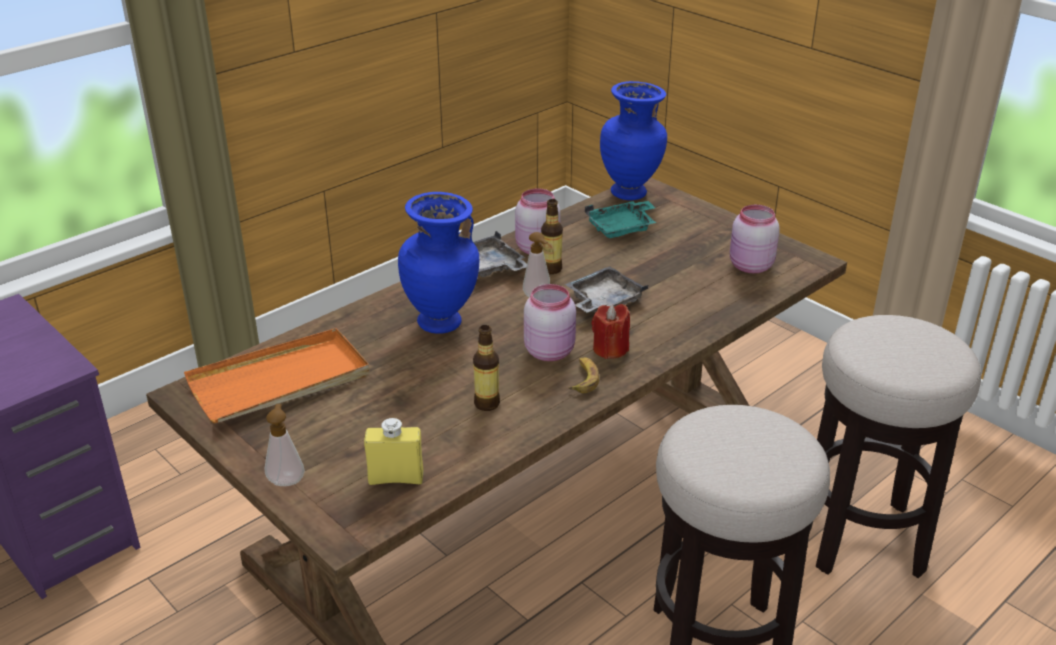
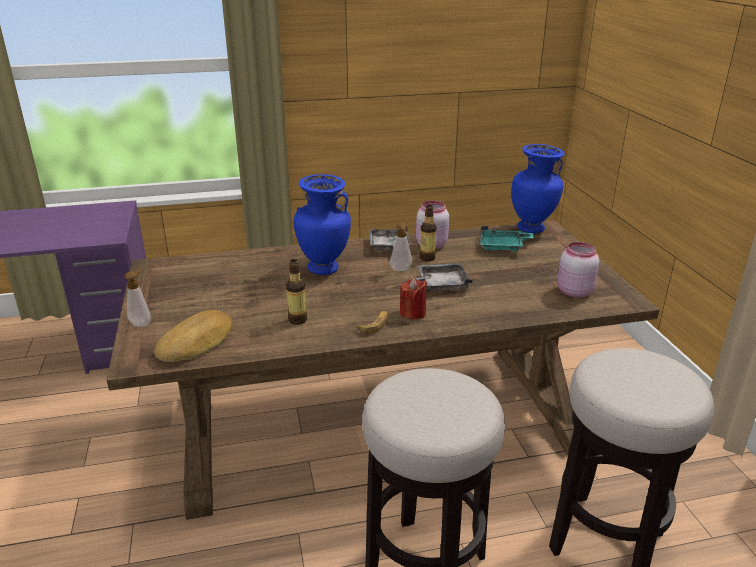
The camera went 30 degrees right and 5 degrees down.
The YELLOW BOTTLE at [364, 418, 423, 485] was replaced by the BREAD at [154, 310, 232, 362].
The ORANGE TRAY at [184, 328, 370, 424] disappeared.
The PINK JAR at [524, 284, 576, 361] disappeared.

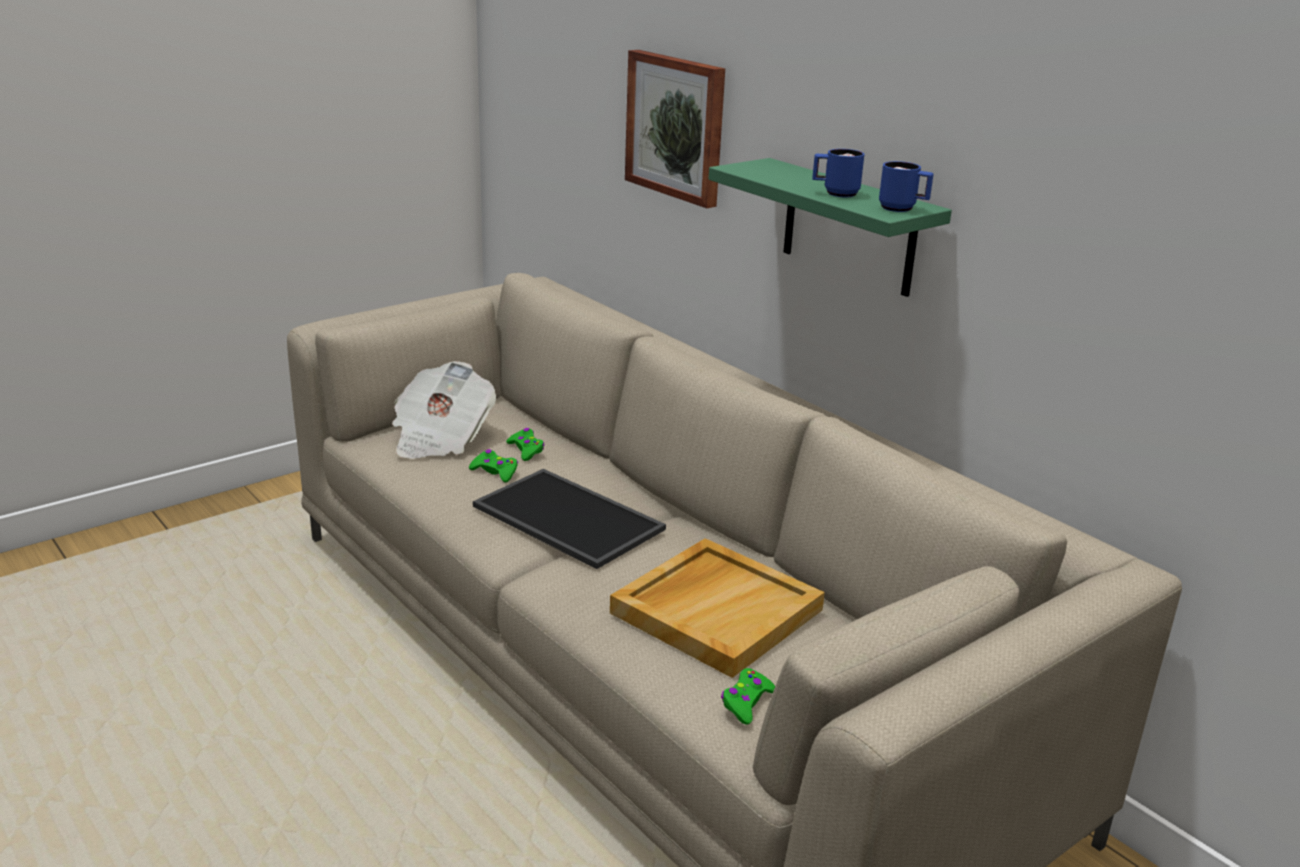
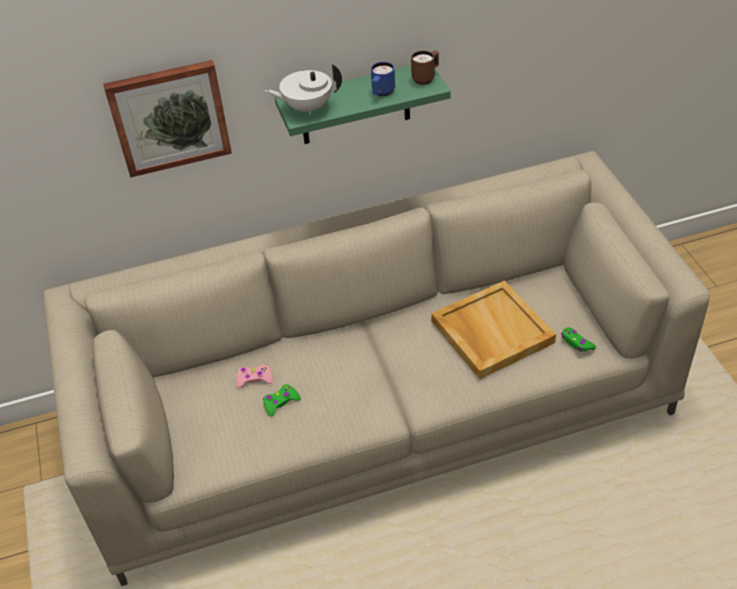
The camera went 65 degrees left and 20 degrees up.
The GREEN GAME CONTROLLER at [506, 428, 544, 461] became the PINK GAME CONTROLLER at [236, 364, 273, 388].
The WHITE TEAPOT at [265, 64, 342, 115] appeared.
The BLUE MUG at [879, 161, 934, 212] became the BROWN MUG at [411, 50, 439, 85].
The NEWSPAPER at [392, 361, 496, 459] disappeared.
The TRAY at [473, 469, 666, 569] disappeared.

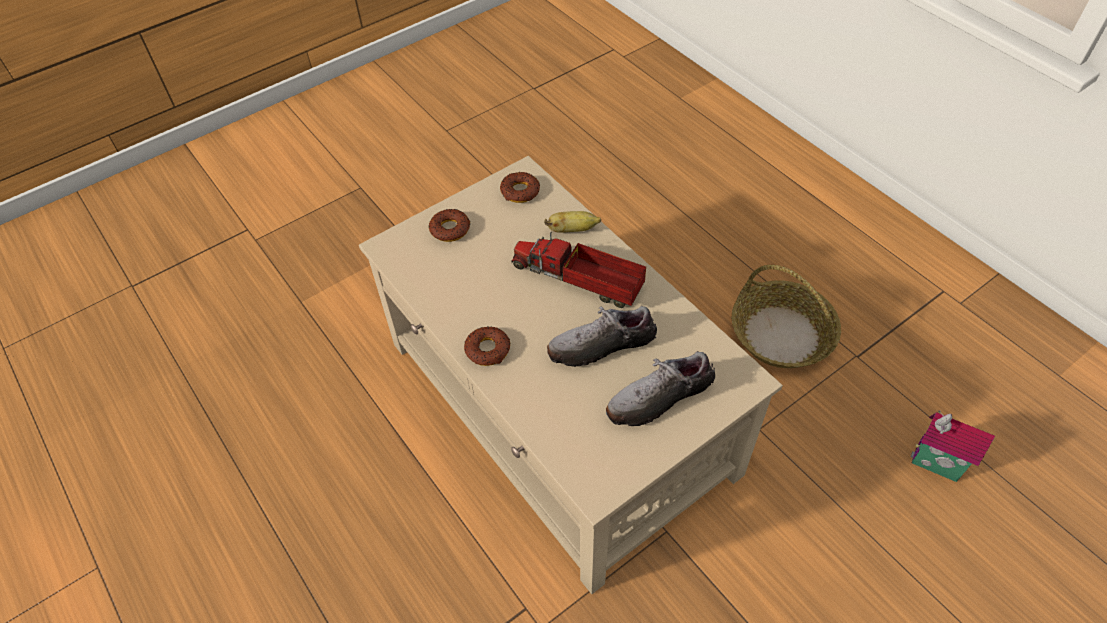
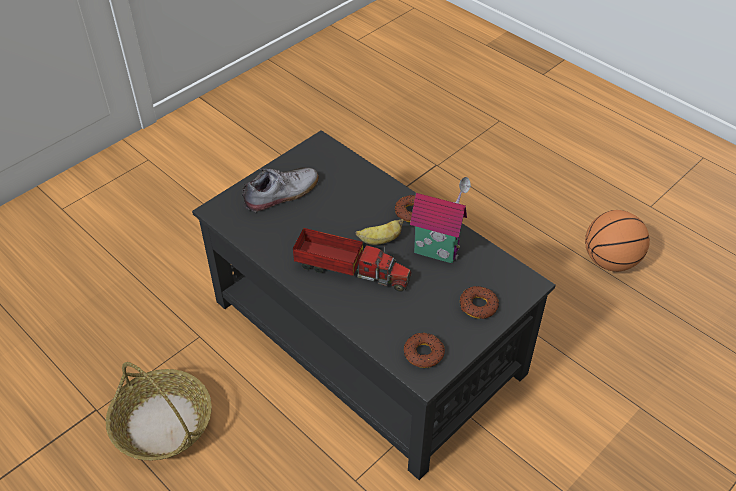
The camera went 170 degrees right and 5 degrees down.
The BEIGE COFFEE TABLE at [359, 156, 783, 594] became the BLACK COFFEE TABLE at [192, 130, 556, 480].
The BANANA moved from [544, 211, 601, 233] to [356, 219, 404, 245].
The TOY HOUSE moved from [911, 410, 995, 482] to [410, 177, 471, 264].
The BASKETBALL at [585, 210, 650, 272] appeared.
The SHOE at [547, 306, 657, 367] disappeared.

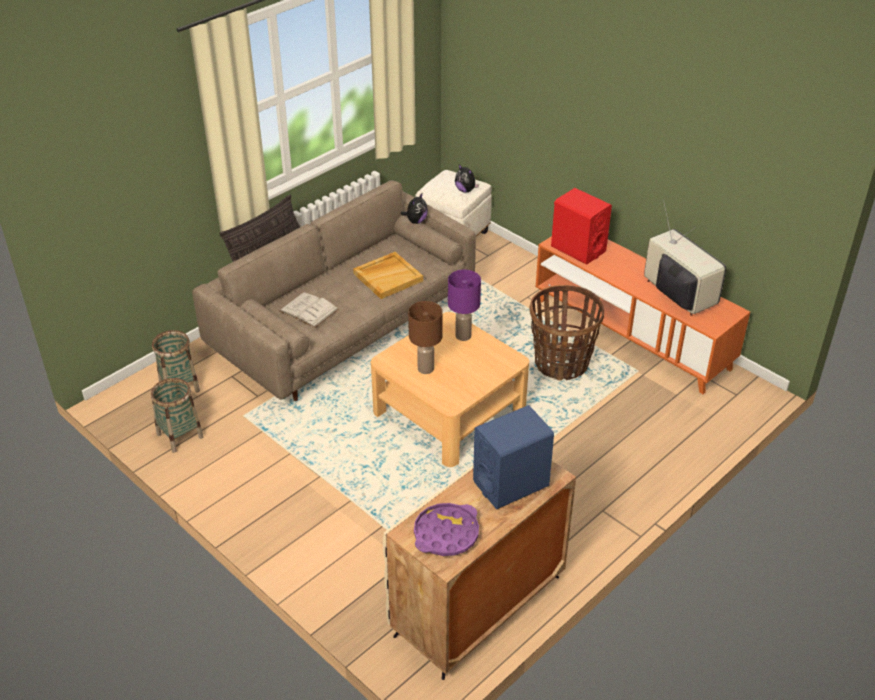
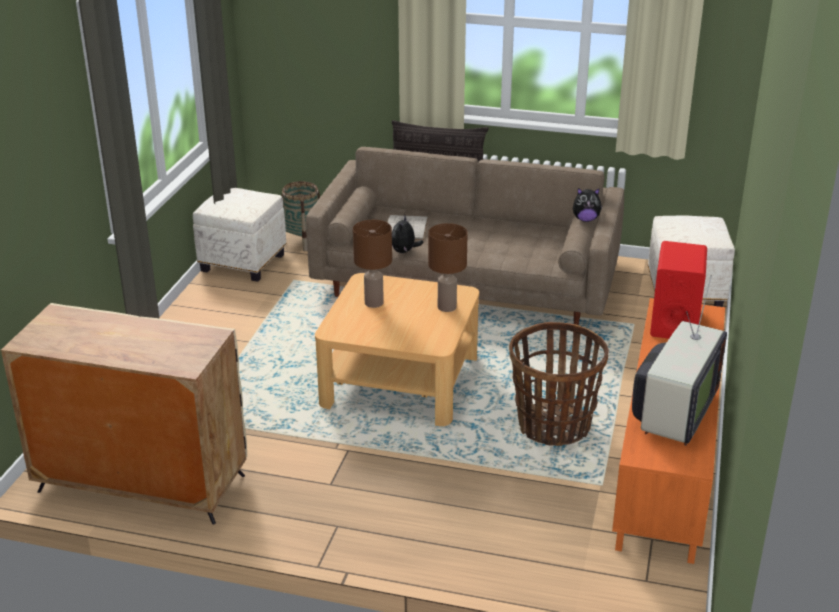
The camera went 60 degrees right and 10 degrees down.
The BASKET at [151, 378, 203, 453] was replaced by the WHITE OTTOMAN at [193, 188, 287, 282].
The PLUSH TOY moved from [455, 164, 479, 193] to [392, 216, 424, 253].
The PURPLE TABLE LAMP at [448, 270, 481, 341] became the BROWN TABLE LAMP at [428, 223, 468, 312].
The BEIGE TRAY at [353, 252, 423, 299] disappeared.
The PURPLE TRAY at [414, 503, 479, 556] disappeared.
The BLUE SPEAKER at [473, 405, 554, 509] disappeared.

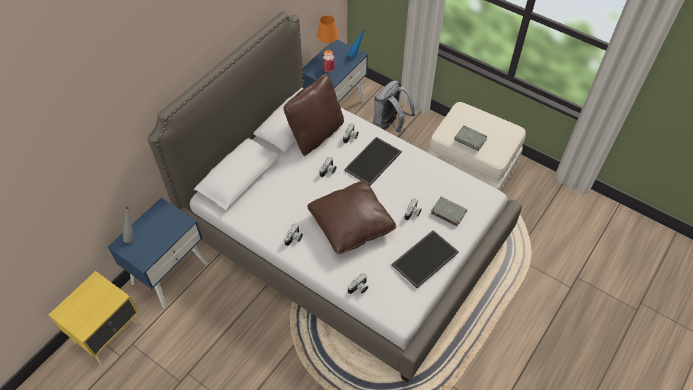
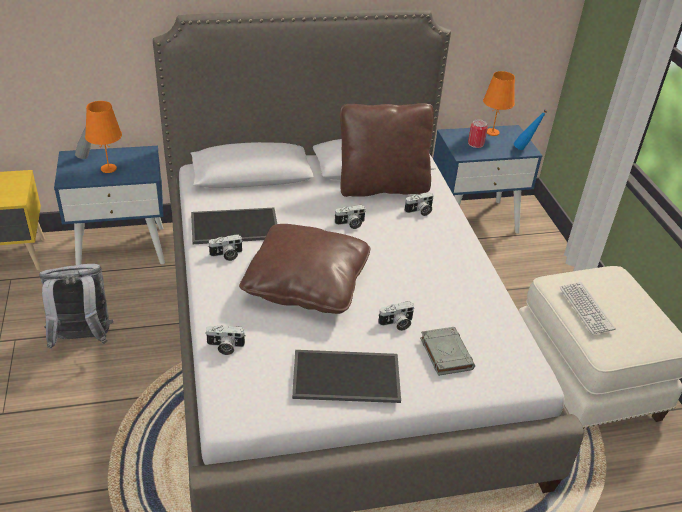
The camera went 40 degrees right and 15 degrees down.
The GREY BACKPACK moved from [373, 81, 415, 133] to [39, 264, 113, 349].
The ORANGE TABLE LAMP at [85, 101, 122, 173] appeared.
The TRAY moved from [344, 137, 402, 186] to [191, 208, 277, 244].
The GREY BOOK at [454, 125, 488, 151] was replaced by the KEYBOARD at [560, 282, 616, 334].

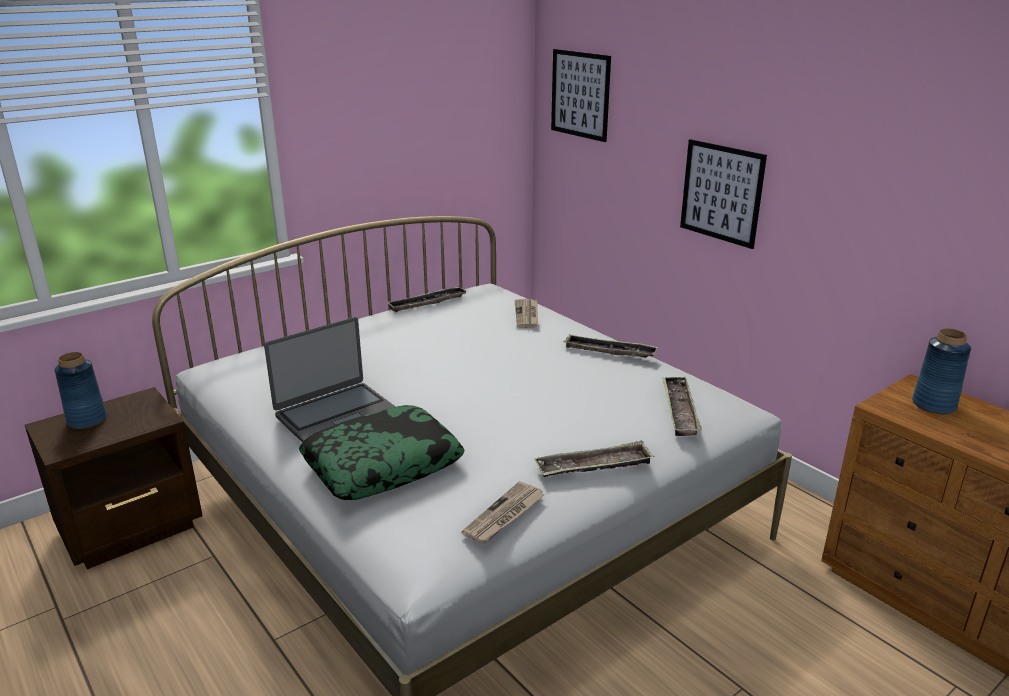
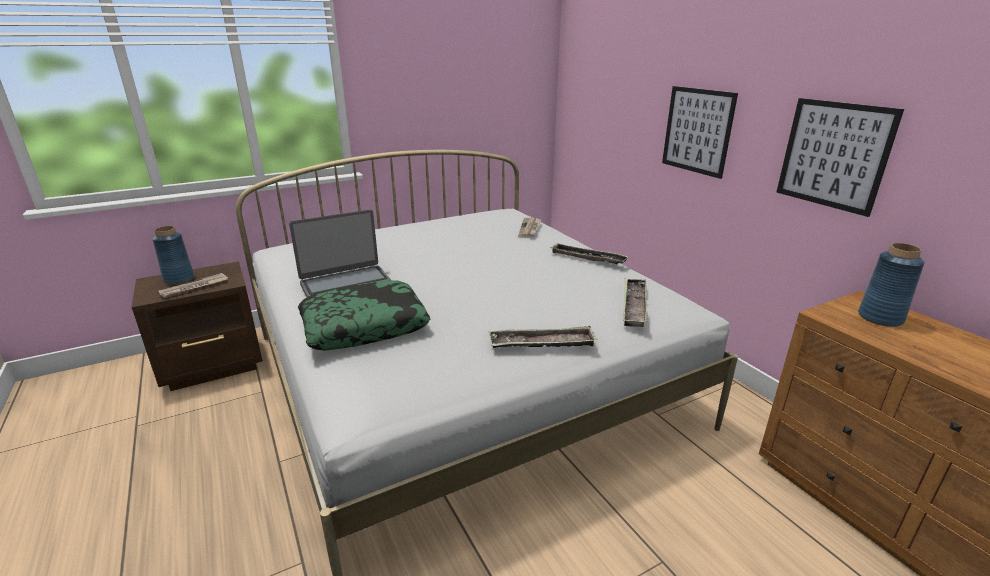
The camera went 10 degrees right and 0 degrees up.
The NEWSPAPER moved from [461, 481, 545, 544] to [159, 273, 228, 298].
The PICTURE moved from [551, 49, 611, 142] to [777, 98, 904, 217].
The TRAY at [387, 286, 467, 312] disappeared.

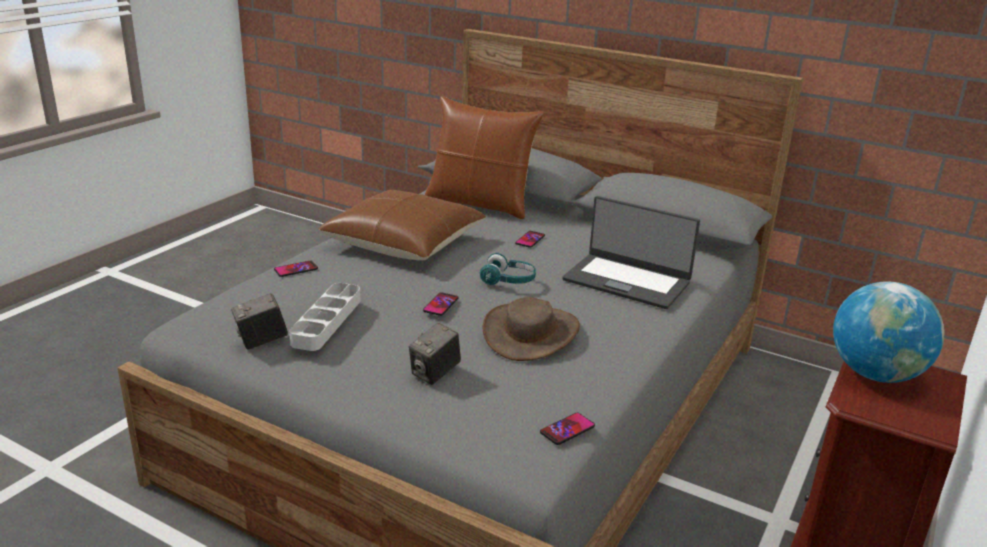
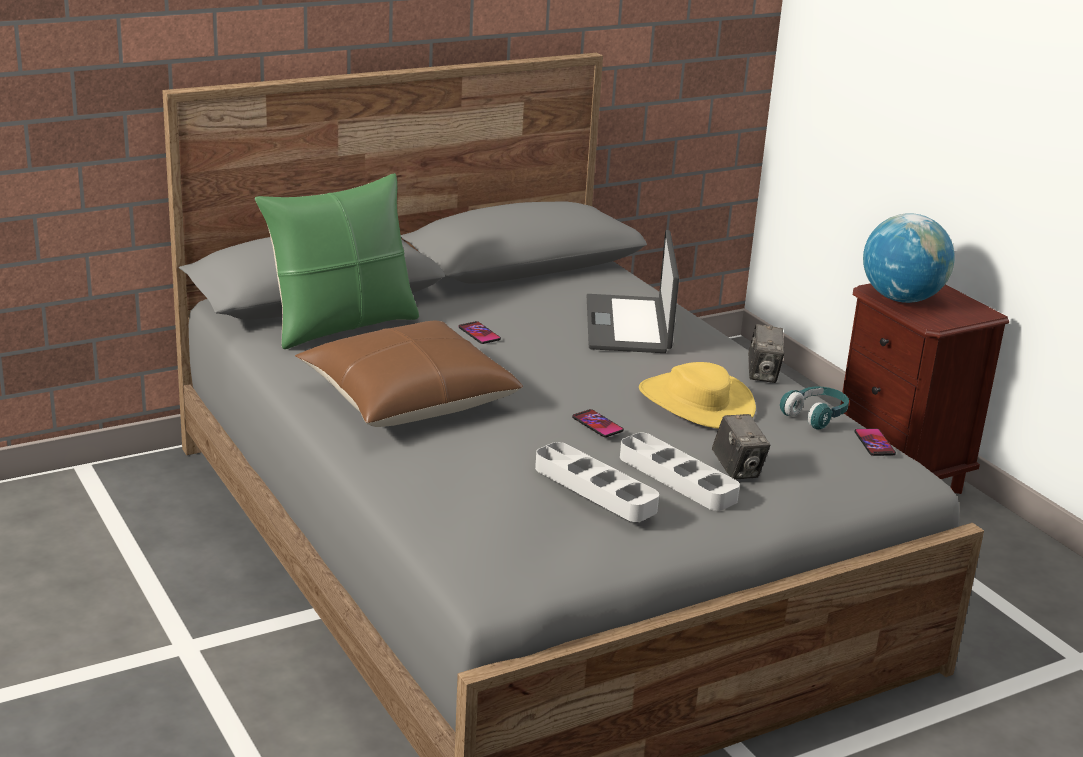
The camera went 60 degrees left and 0 degrees up.
The BROWN PILLOW at [425, 96, 544, 219] became the GREEN PILLOW at [255, 173, 419, 349].
The LAPTOP at [563, 196, 700, 309] turned 120 degrees clockwise.
The GREY TRAY at [620, 433, 740, 511] appeared.
The BROWN HAT at [483, 297, 580, 361] became the YELLOW HAT at [639, 362, 756, 429].
The PHOTO CAMERA moved from [231, 293, 288, 350] to [748, 324, 784, 383].
The TURQUOISE HEADPHONES moved from [480, 253, 536, 285] to [780, 387, 849, 429].
The PHONE at [274, 261, 318, 277] disappeared.

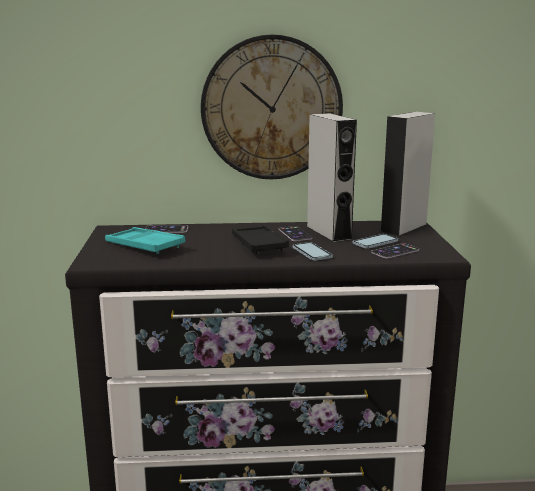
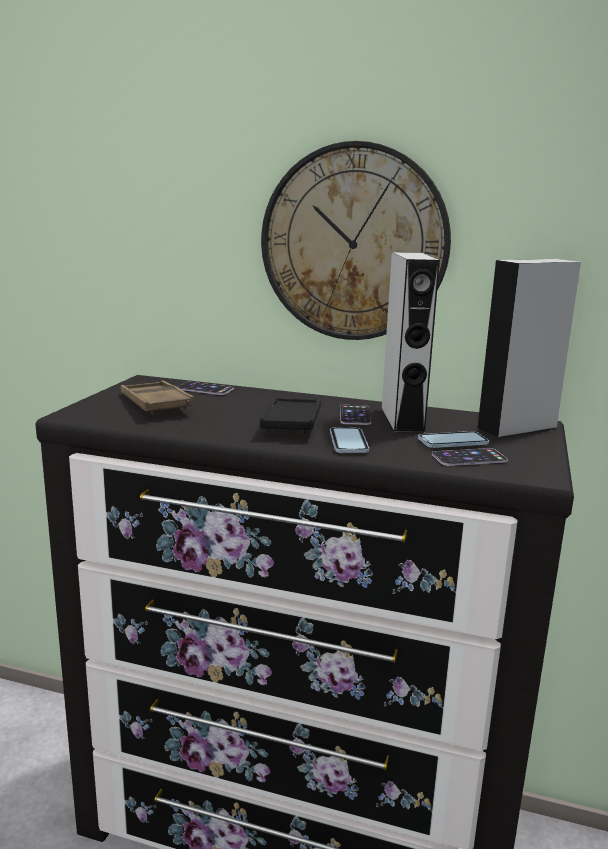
The camera went 20 degrees right and 0 degrees up.
The TURQUOISE TRAY at [105, 227, 185, 254] became the BROWN TRAY at [121, 380, 194, 415].

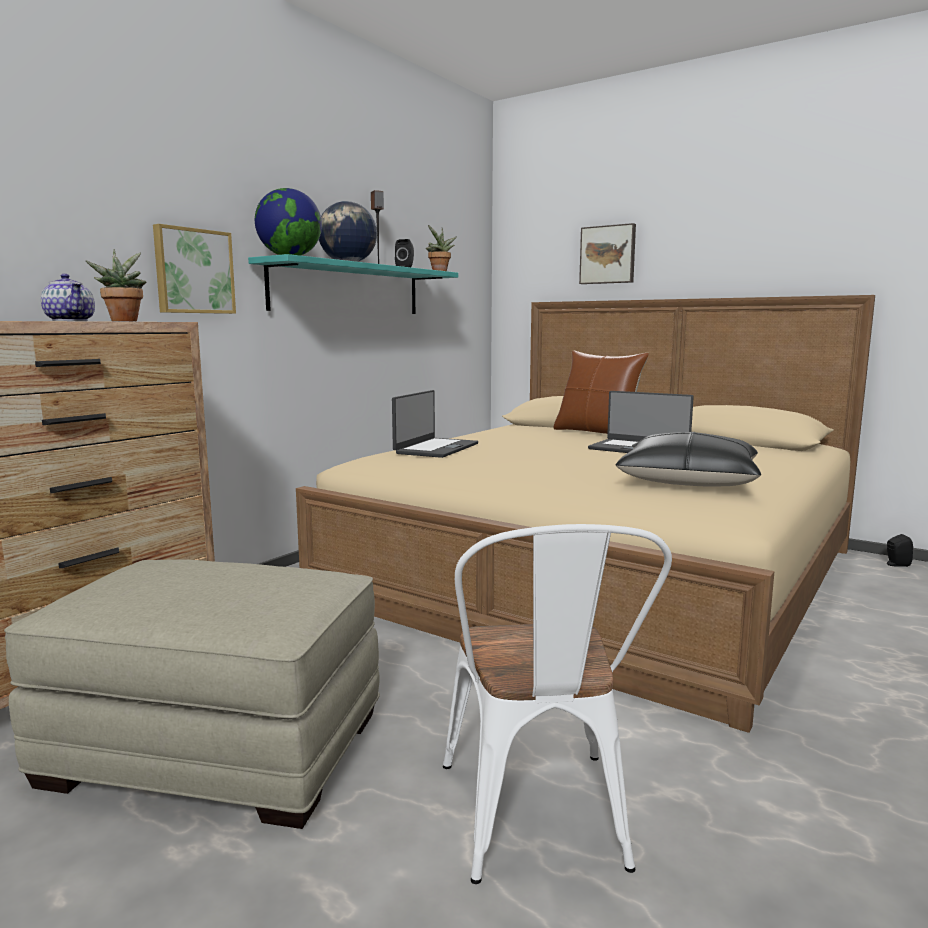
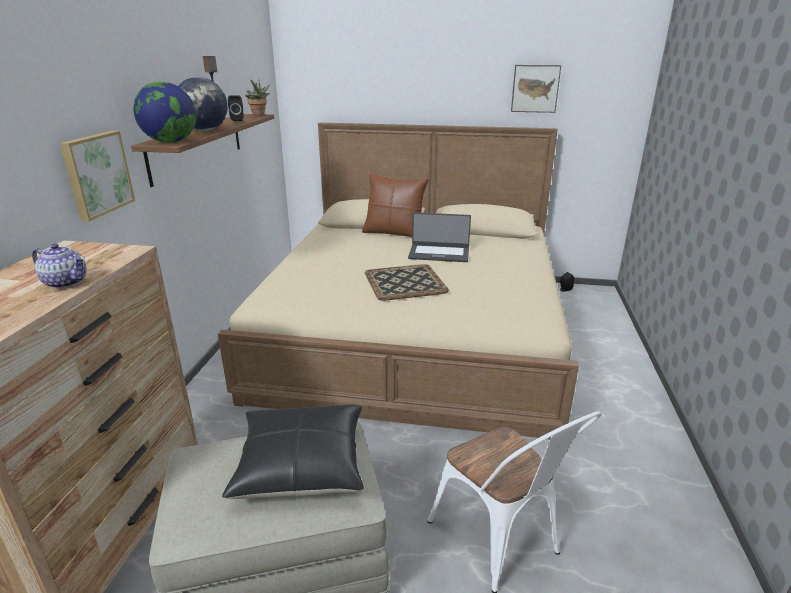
The camera went 25 degrees left and 15 degrees up.
The TURQUOISE SHELF at [248, 254, 458, 314] became the BROWN SHELF at [131, 114, 274, 187].
The BLACK PILLOW moved from [616, 432, 761, 486] to [222, 405, 364, 499].
The TRAY at [365, 264, 449, 301] appeared.
The PICTURE moved from [579, 223, 636, 284] to [511, 65, 561, 113].
The POTTED PLANT at [86, 249, 146, 321] disappeared.
The LAPTOP at [392, 390, 478, 458] disappeared.

